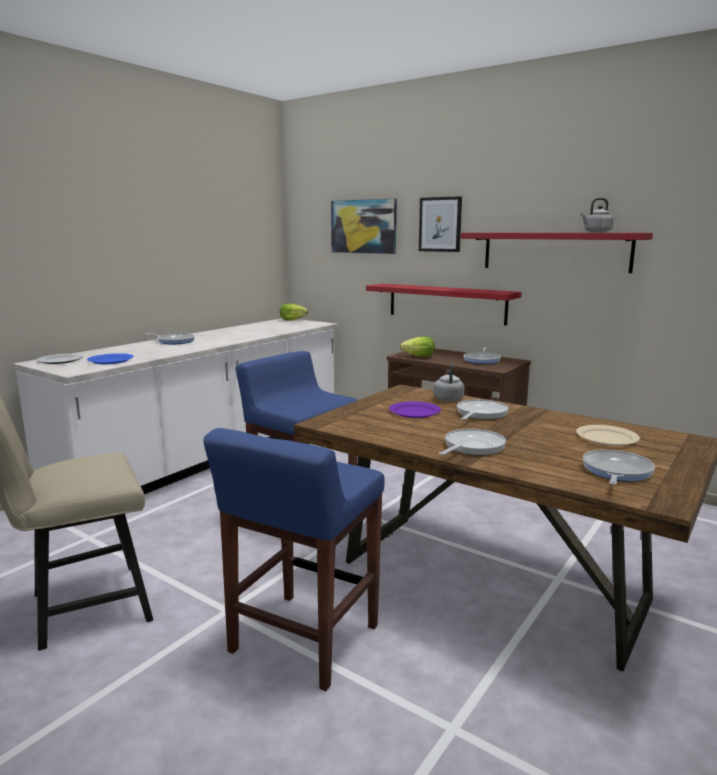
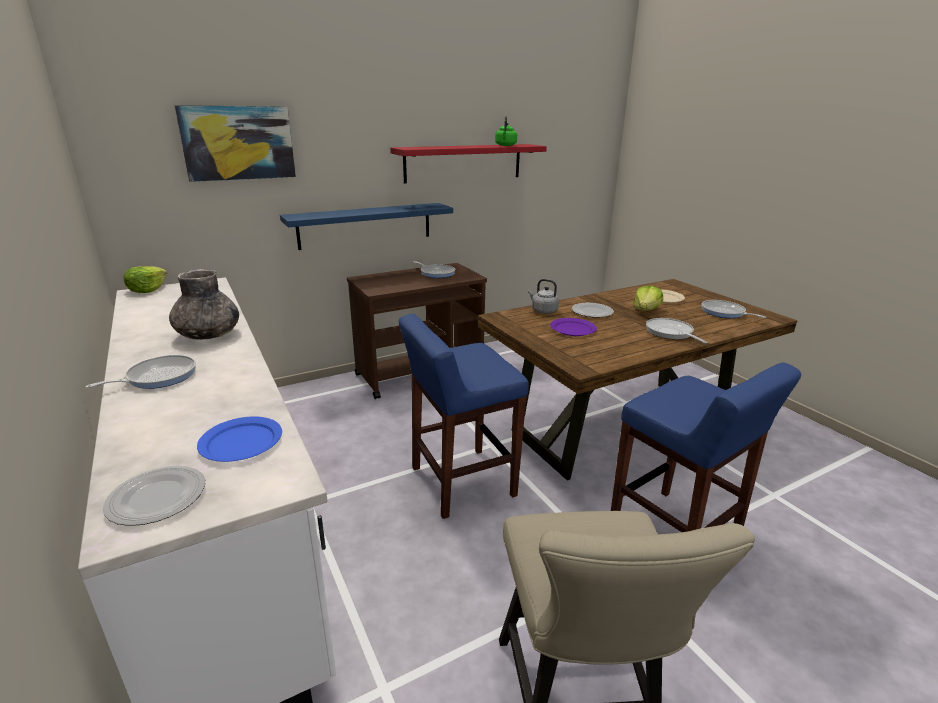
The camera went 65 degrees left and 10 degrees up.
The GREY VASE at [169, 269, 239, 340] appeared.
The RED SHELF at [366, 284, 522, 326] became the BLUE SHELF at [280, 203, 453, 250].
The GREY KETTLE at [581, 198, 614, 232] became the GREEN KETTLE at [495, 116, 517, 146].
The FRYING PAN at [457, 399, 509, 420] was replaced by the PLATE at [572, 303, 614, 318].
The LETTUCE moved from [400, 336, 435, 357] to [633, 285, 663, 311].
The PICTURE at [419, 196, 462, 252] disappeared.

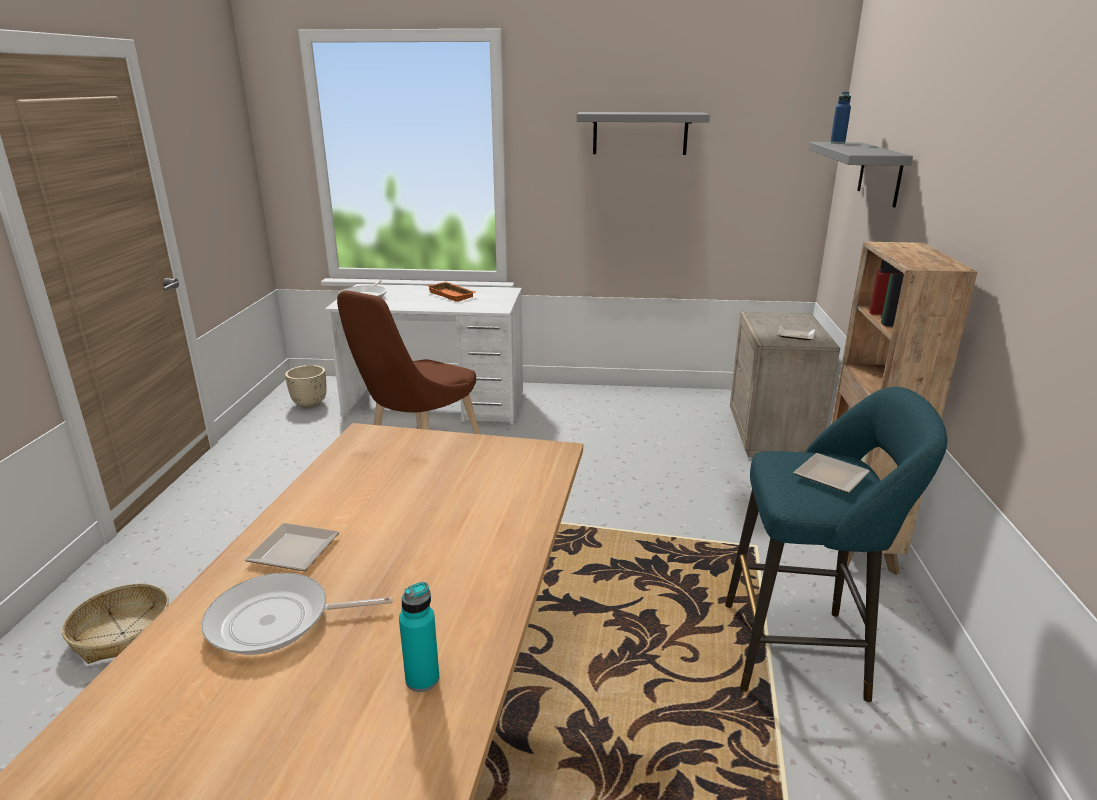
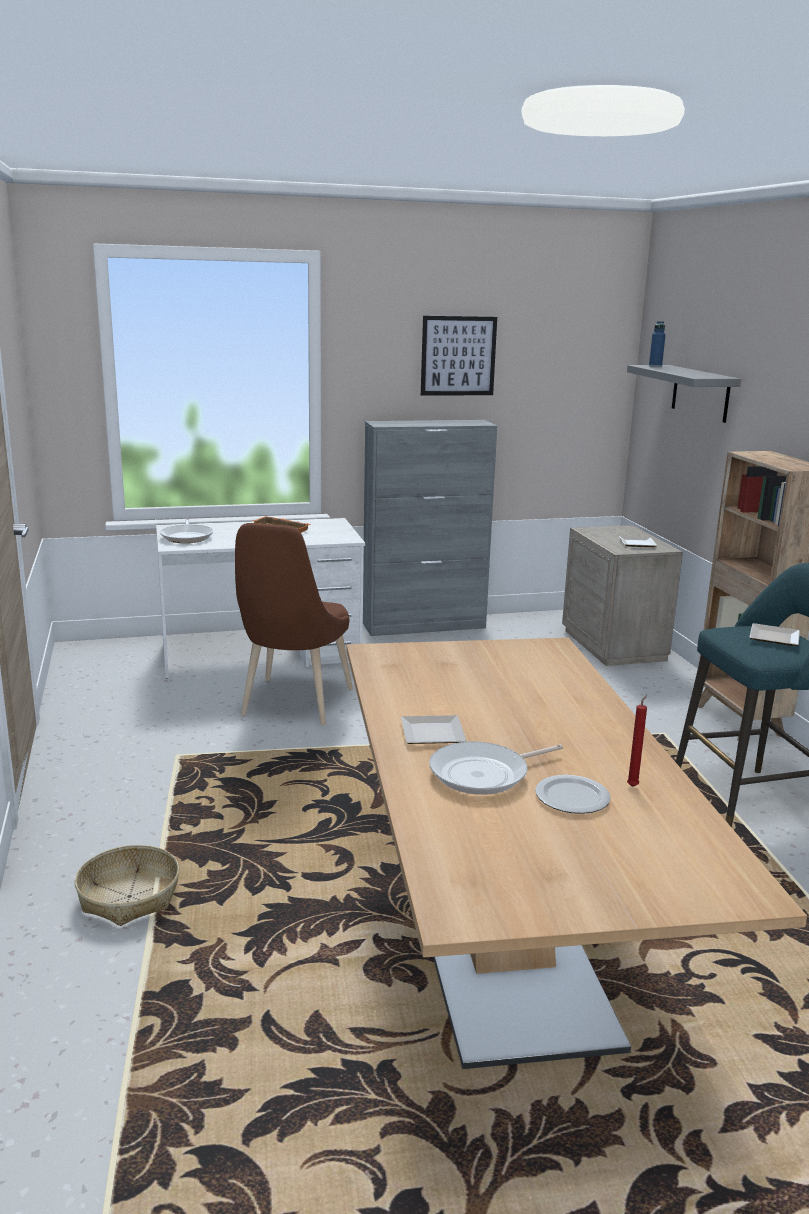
The camera went 20 degrees left and 5 degrees down.
The GREY CABINET at [363, 420, 497, 636] appeared.
The GREY SHELF at [577, 112, 710, 155] was replaced by the PICTURE at [421, 316, 497, 396].
The PLATE at [535, 775, 611, 814] appeared.
The TURQUOISE BOTTLE at [399, 582, 440, 692] was replaced by the RED CANDLE at [627, 694, 647, 787].
The BEIGE PLANTER at [285, 365, 326, 408] disappeared.

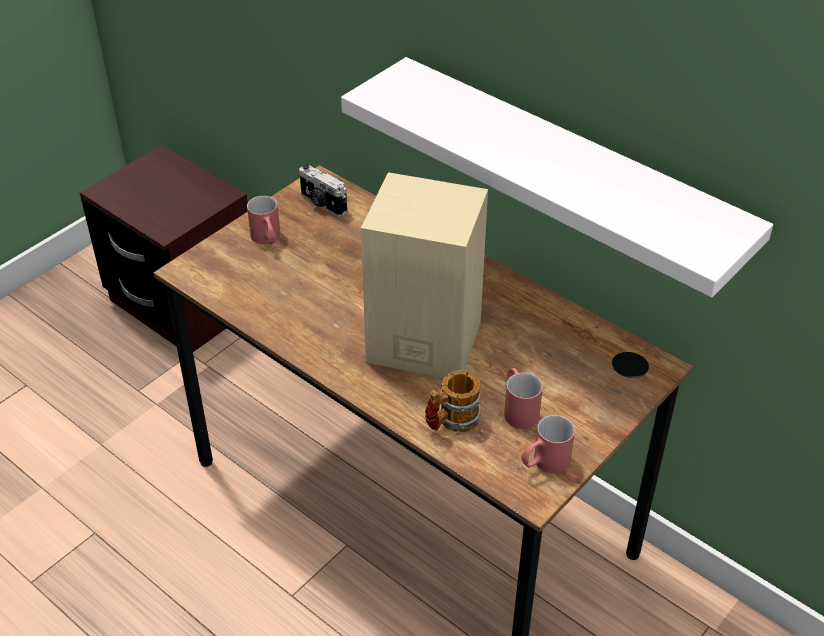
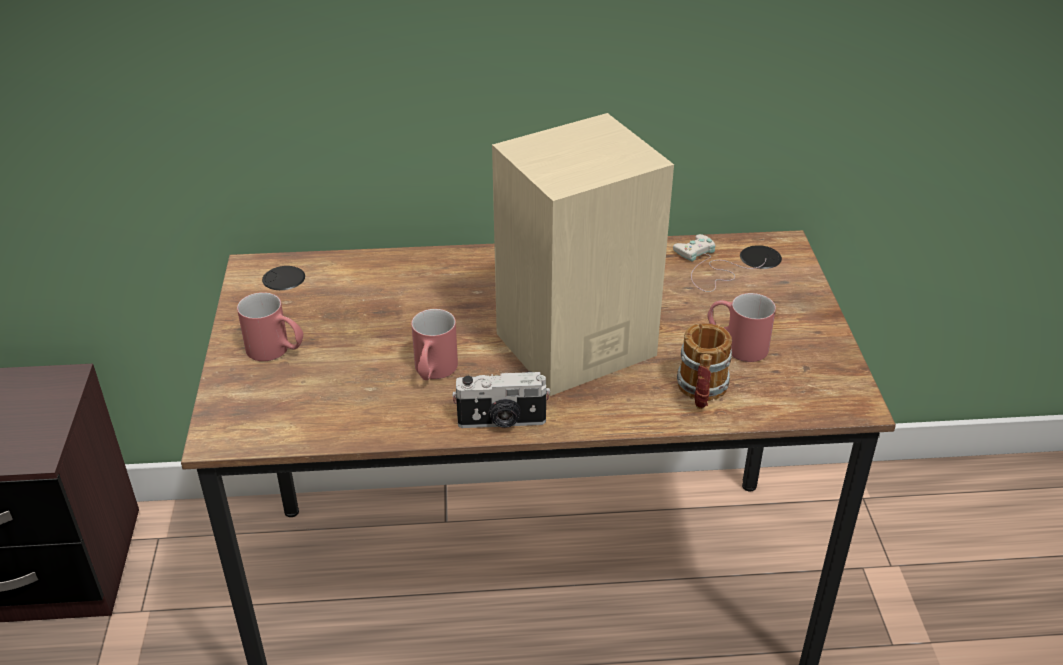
The camera went 45 degrees left and 5 degrees down.
The RED MUG moved from [521, 415, 575, 473] to [411, 309, 458, 380].
The PHOTO CAMERA moved from [299, 164, 347, 217] to [452, 371, 550, 428].
The WHITE GAME CONTROLLER at [673, 234, 766, 292] appeared.
The WHITE SHELF at [341, 57, 773, 297] disappeared.

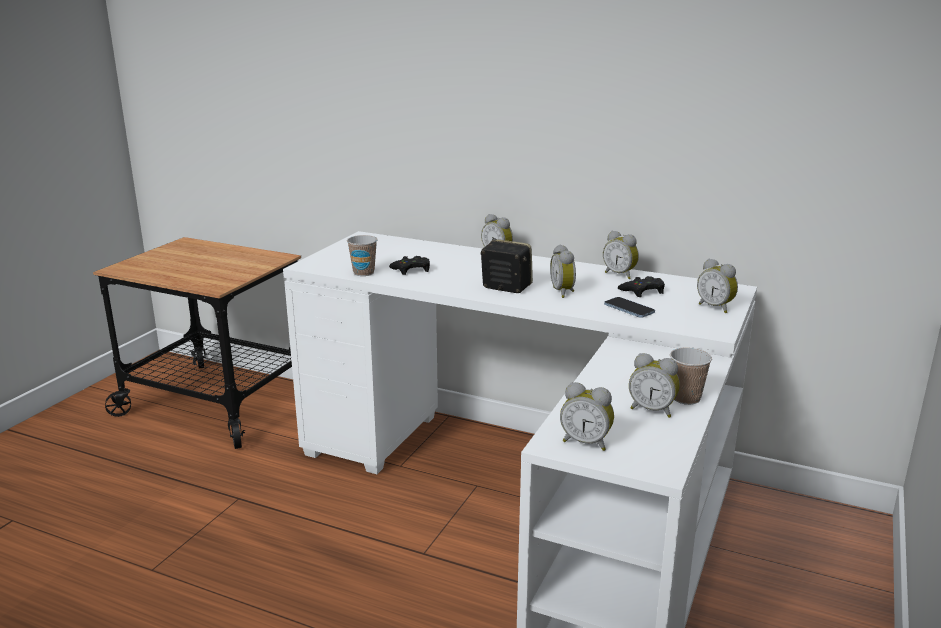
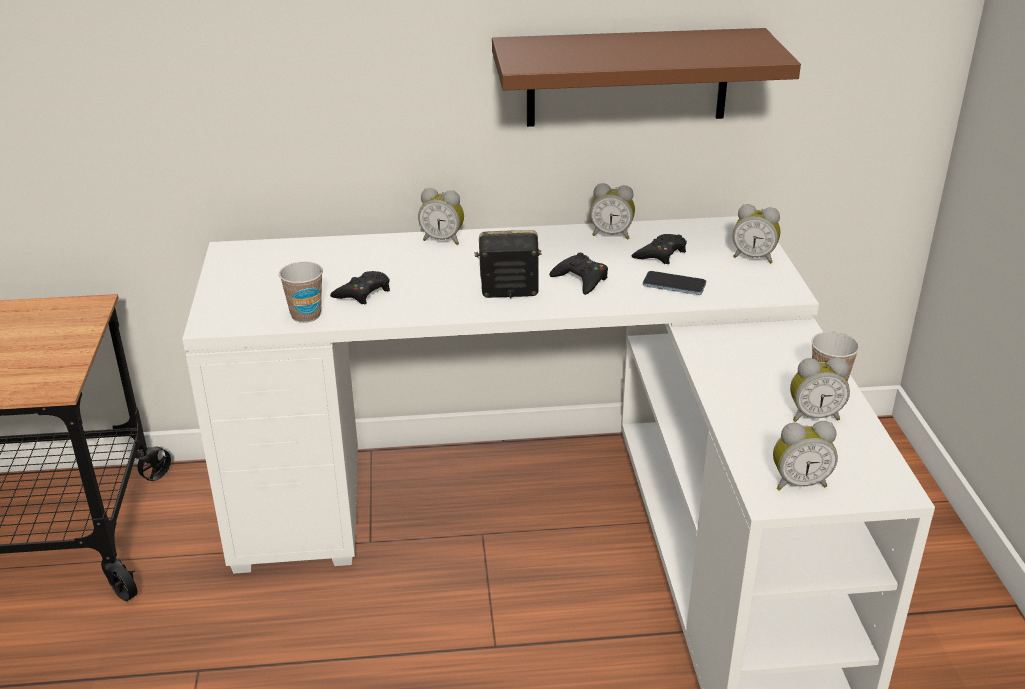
The camera went 30 degrees left and 10 degrees up.
The BROWN SHELF at [492, 28, 801, 127] appeared.
The ALARM CLOCK at [550, 244, 576, 298] was replaced by the BLACK GAME CONTROLLER at [549, 253, 608, 295].

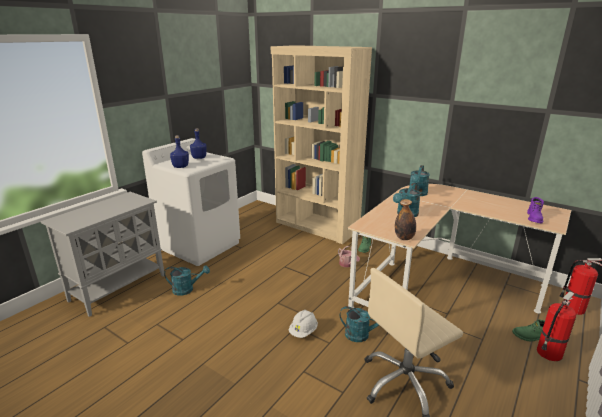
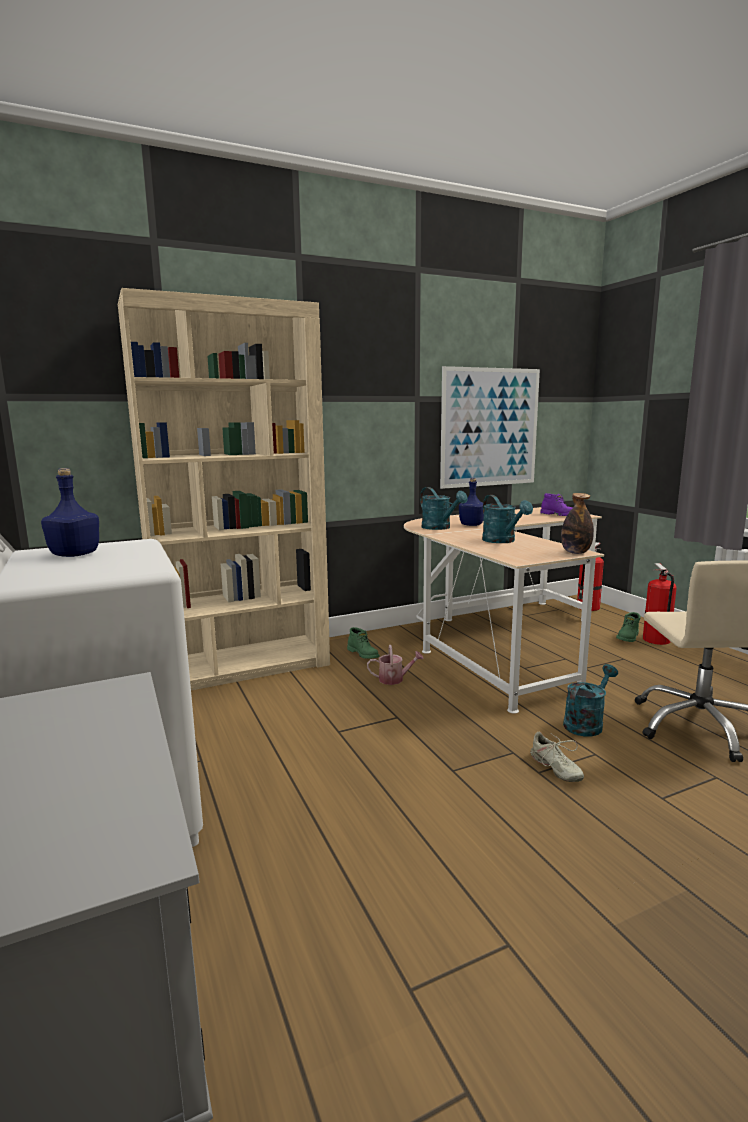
The camera went 60 degrees left and 10 degrees down.
The PICTURE at [440, 366, 540, 489] appeared.
The BLUE BOTTLE moved from [170, 135, 189, 168] to [459, 478, 484, 526].
The WHITE HARD HAT at [288, 310, 318, 338] was replaced by the BEIGE SHOE at [530, 732, 584, 782].
The TURQUOISE WATERING CAN at [164, 265, 210, 296] disappeared.

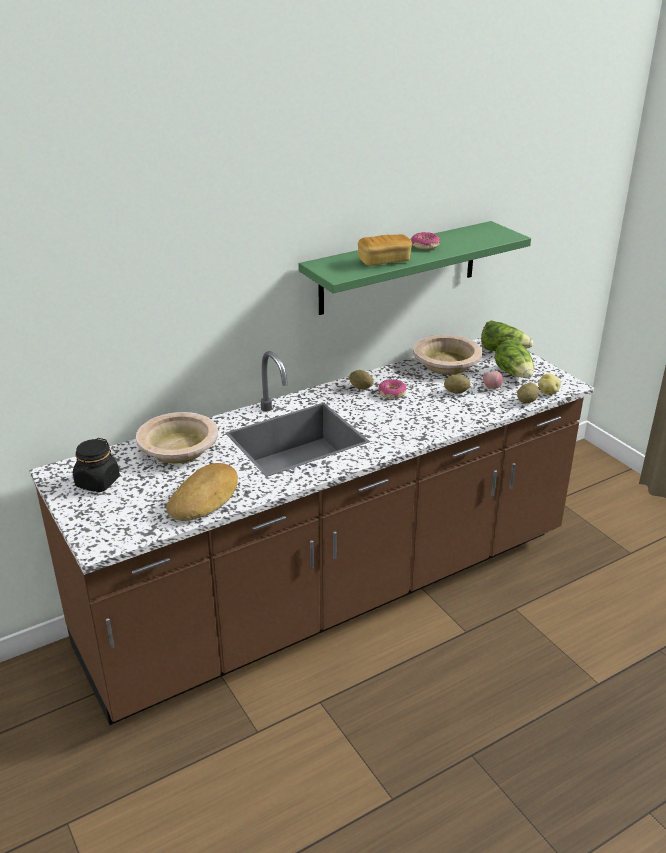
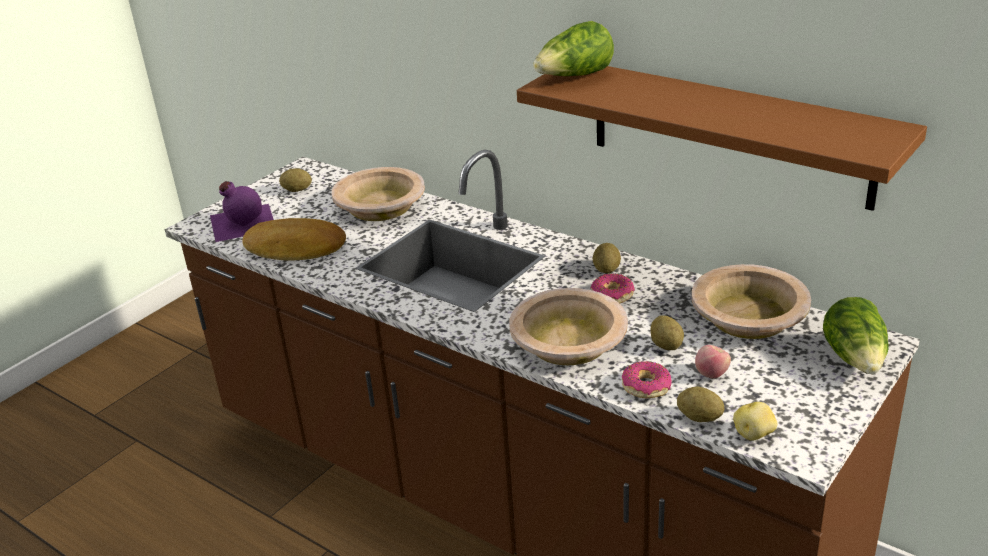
The camera went 70 degrees right and 0 degrees up.
The PURPLE BOTTLE at [210, 181, 274, 242] appeared.
The BLACK JAR at [73, 438, 120, 492] was replaced by the POTATO at [279, 168, 312, 192].
The BEIGE BOWL at [509, 288, 628, 365] appeared.
The GREEN SHELF at [299, 221, 531, 315] became the BROWN SHELF at [517, 66, 927, 211].
The LETTUCE moved from [495, 339, 534, 378] to [533, 21, 614, 76].
The DONUT moved from [411, 232, 440, 249] to [622, 361, 672, 398].
The BREAD at [358, 234, 412, 266] disappeared.

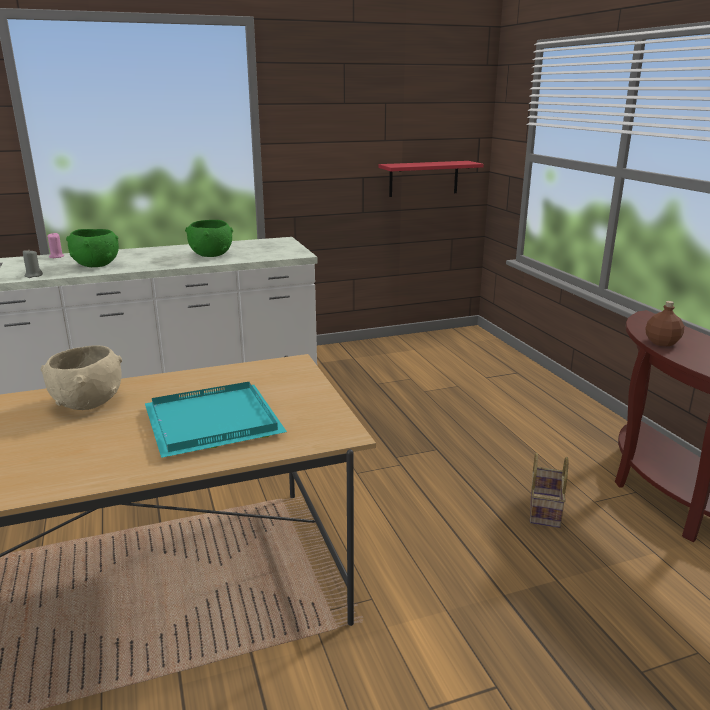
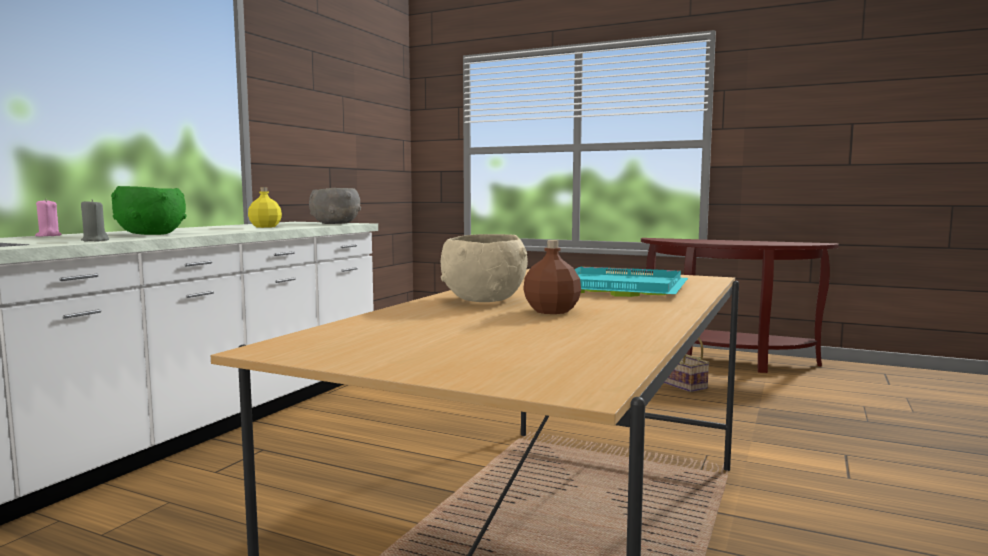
The camera went 45 degrees left and 15 degrees down.
The GREEN BOWL at [185, 220, 233, 257] was replaced by the YELLOW BOTTLE at [248, 187, 282, 228].
The GREY BOWL at [309, 188, 361, 224] appeared.
The BROWN BOTTLE moved from [645, 301, 684, 347] to [523, 240, 581, 314].
The RED SHELF at [378, 161, 484, 197] disappeared.

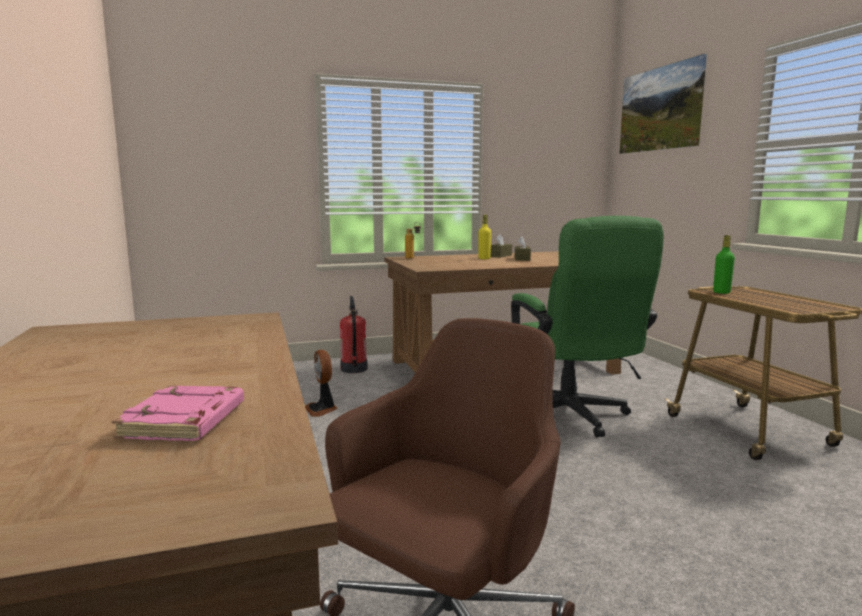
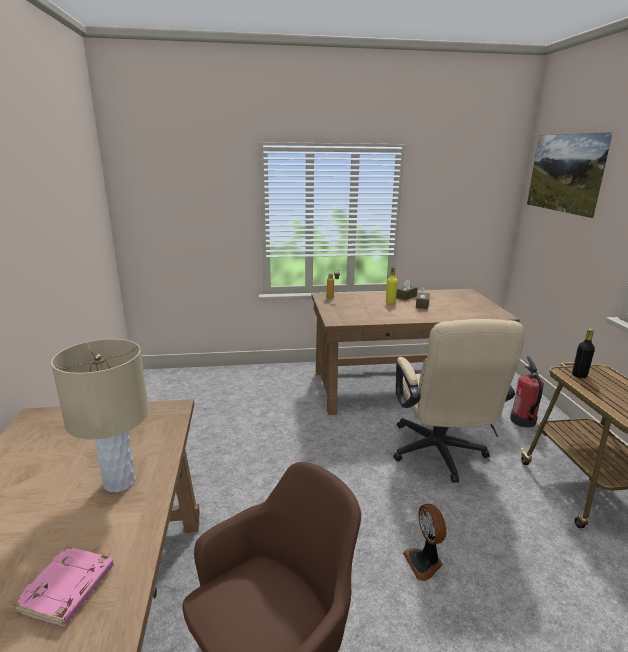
The camera went 10 degrees right and 10 degrees up.
The BEIGE TABLE LAMP at [51, 339, 149, 492] appeared.
The GREEN OFFICE CHAIR at [511, 216, 664, 437] became the BEIGE OFFICE CHAIR at [393, 319, 525, 483].
The FAN moved from [305, 350, 338, 417] to [403, 504, 446, 581].
The FIRE EXTINGUISHER moved from [340, 296, 367, 373] to [510, 356, 544, 428].
The GREEN BOTTLE at [713, 235, 735, 294] became the BLACK BOTTLE at [572, 329, 595, 378].

